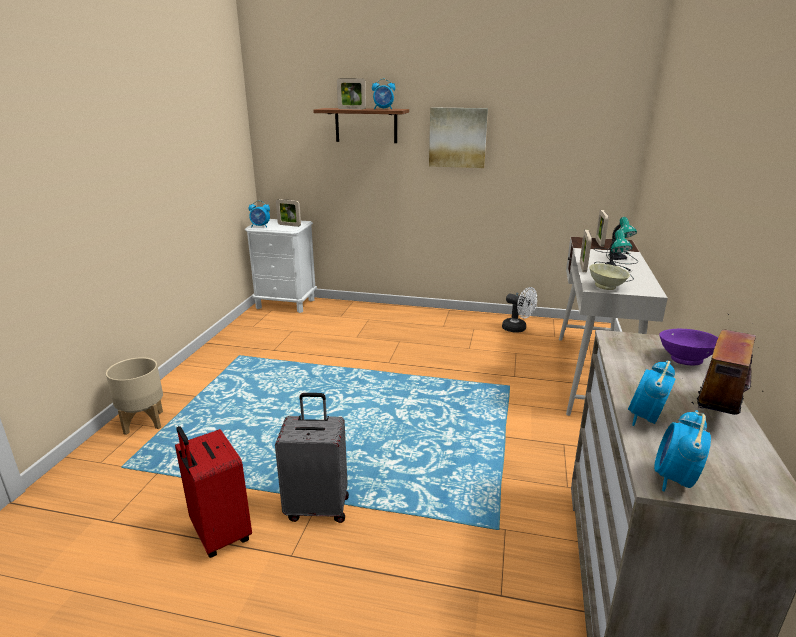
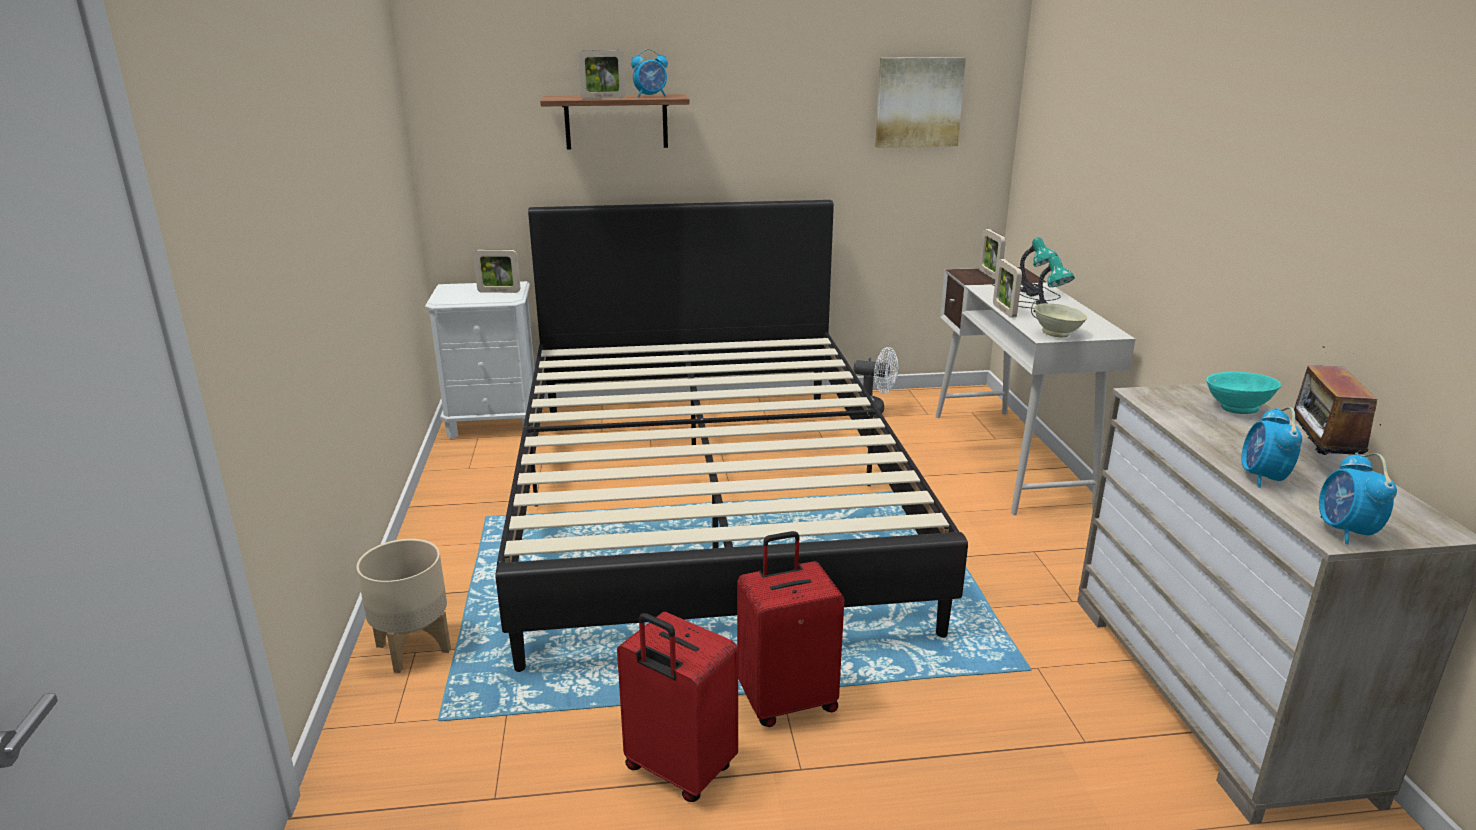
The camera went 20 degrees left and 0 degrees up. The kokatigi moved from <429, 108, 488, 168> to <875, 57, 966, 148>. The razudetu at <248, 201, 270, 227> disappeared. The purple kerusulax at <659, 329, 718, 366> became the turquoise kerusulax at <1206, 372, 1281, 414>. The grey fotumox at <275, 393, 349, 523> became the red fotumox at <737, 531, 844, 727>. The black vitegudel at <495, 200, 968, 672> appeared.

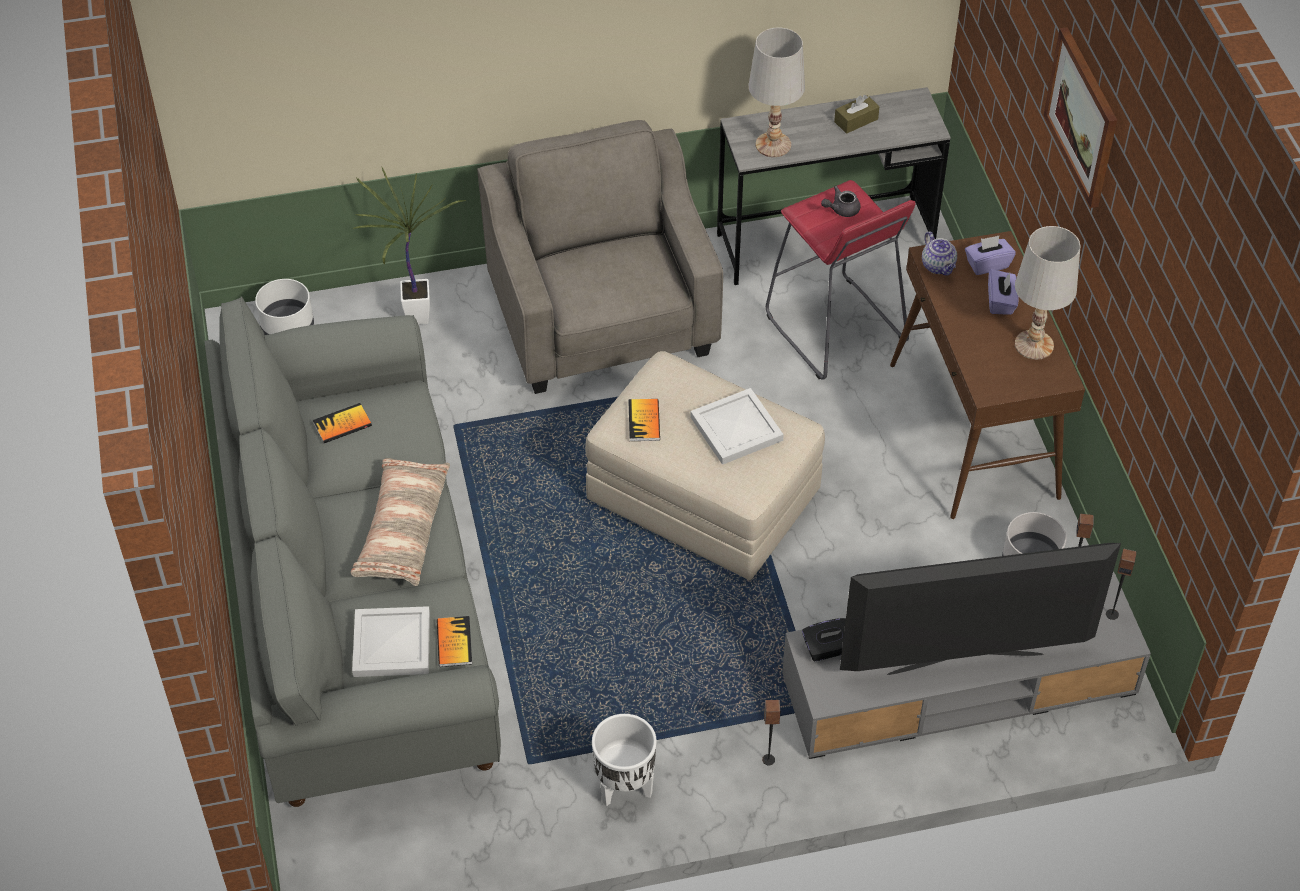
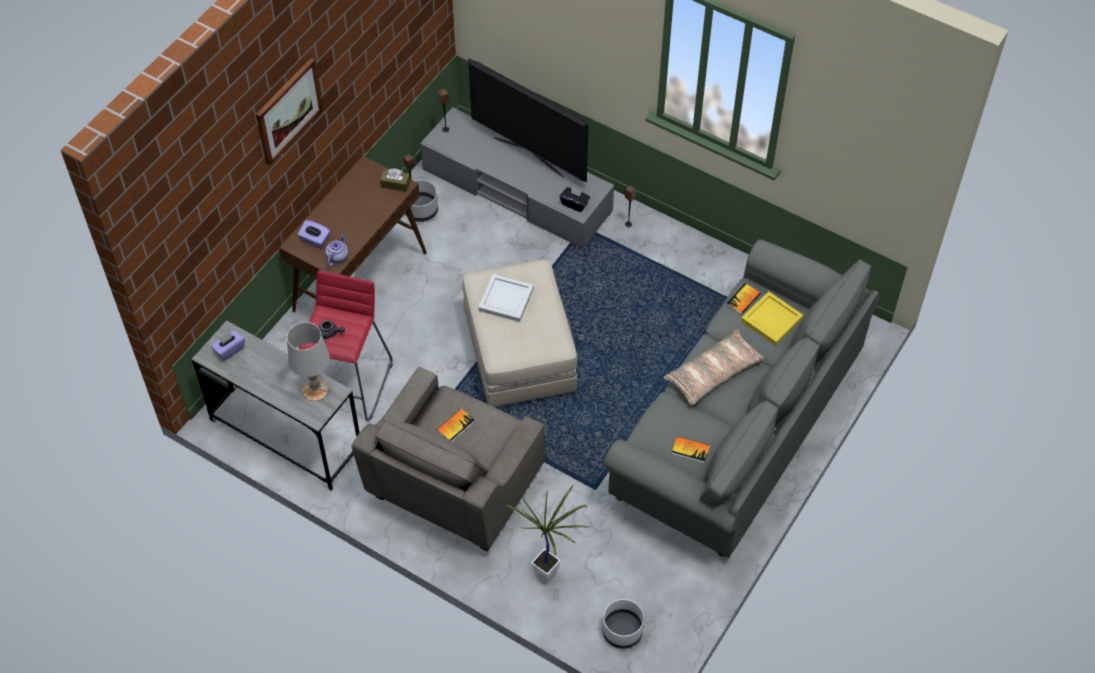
The camera went 135 degrees left and 5 degrees up. The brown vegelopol moved from <834, 95, 880, 134> to <380, 169, 410, 192>. The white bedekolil at <1015, 226, 1080, 360> disappeared. The purple vegelopol moved from <988, 269, 1019, 315> to <211, 330, 245, 361>. The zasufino moved from <628, 399, 660, 441> to <437, 409, 475, 442>. The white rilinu at <352, 606, 430, 677> became the yellow rilinu at <741, 291, 803, 345>. The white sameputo at <592, 714, 657, 806> disappeared.

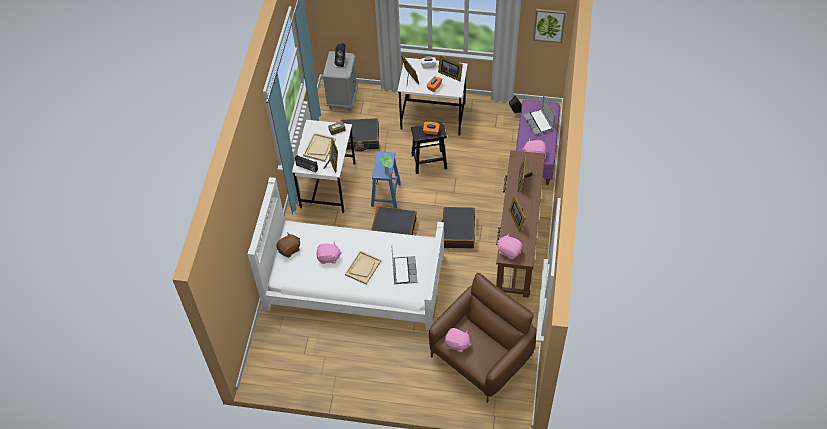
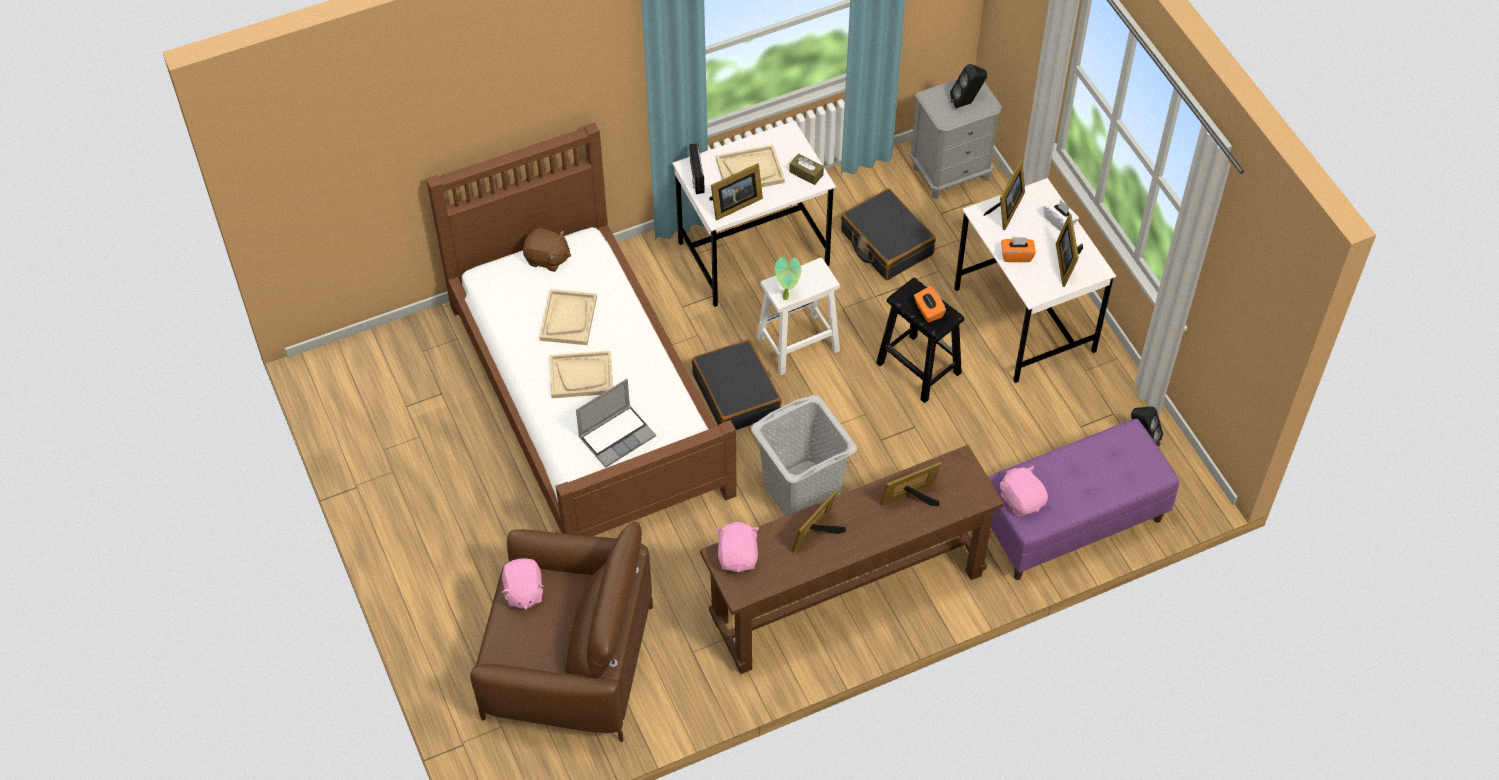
The camera went 55 degrees right and 0 degrees up. The kokatigi at <533, 9, 566, 43> disappeared. The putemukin at <523, 95, 556, 135> disappeared. The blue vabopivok at <371, 151, 401, 208> became the white vabopivok at <757, 258, 840, 375>. The white vitegudel at <248, 177, 444, 330> became the brown vitegudel at <426, 122, 737, 536>. The black fotumox at <442, 207, 475, 249> was replaced by the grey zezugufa at <751, 395, 857, 516>. The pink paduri at <316, 241, 342, 264> was replaced by the beige rilinu at <539, 289, 597, 345>.

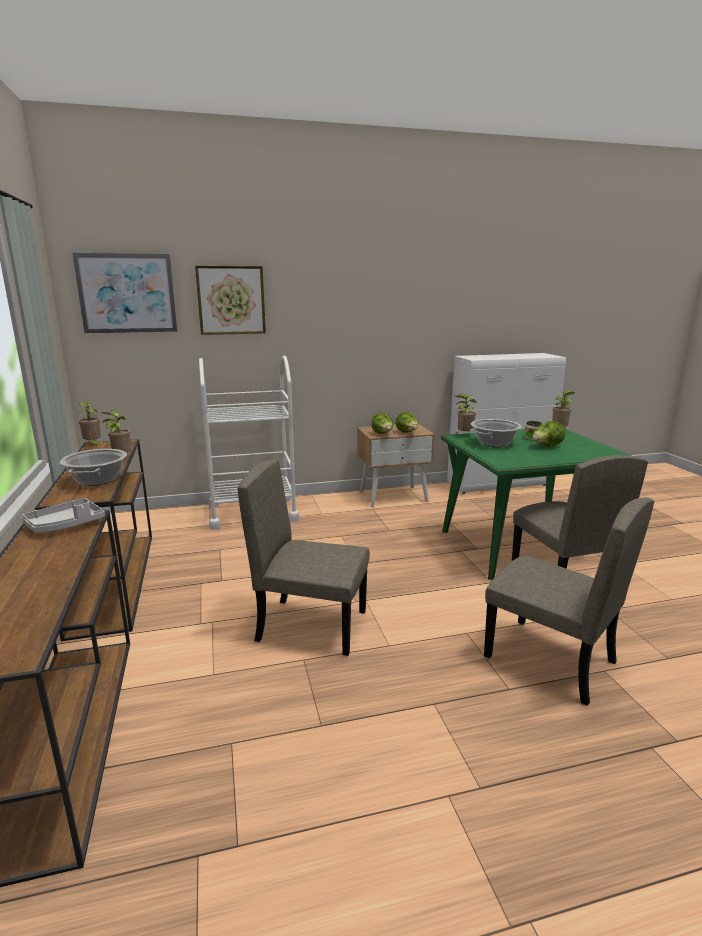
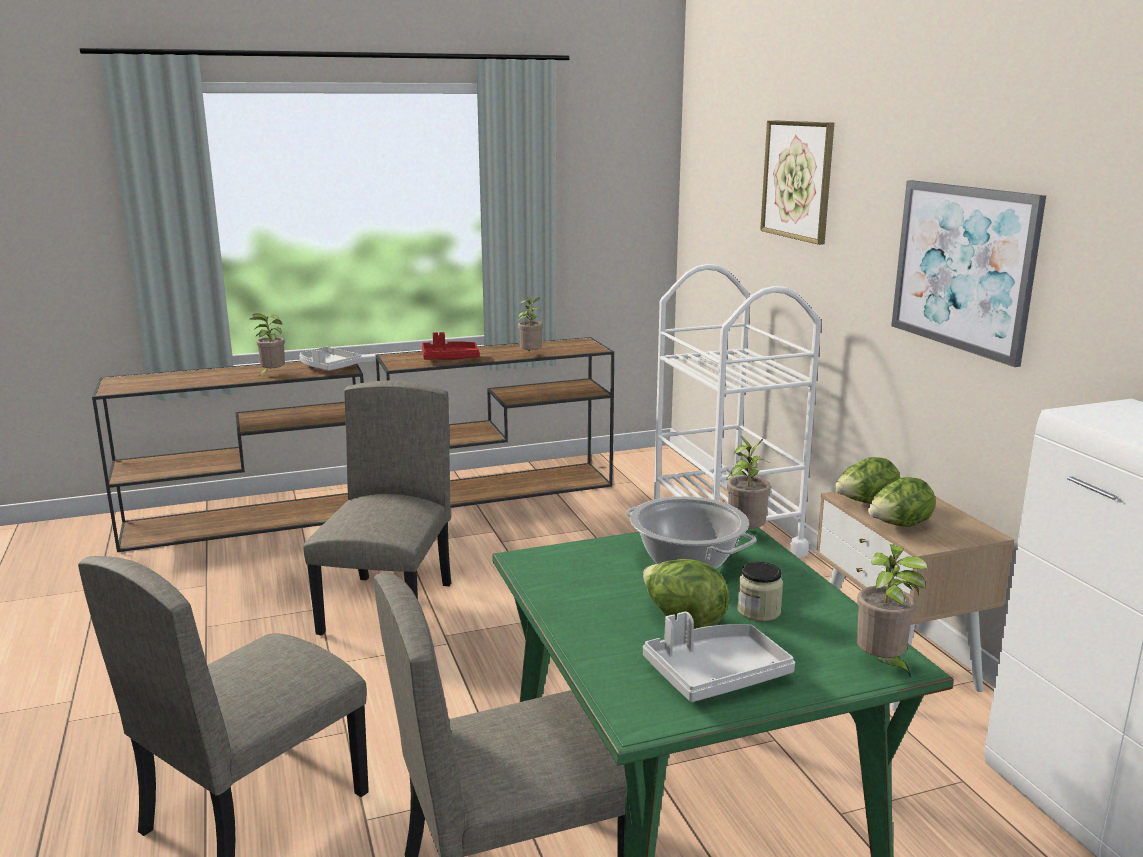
The camera went 85 degrees right and 0 degrees up. The kokatigi moved from <72, 253, 177, 333> to <891, 180, 1046, 367>. The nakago moved from <77, 401, 101, 447> to <250, 313, 285, 376>. The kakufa at <60, 449, 127, 486> was replaced by the red rilinu at <422, 332, 479, 360>. The grey rilinu at <643, 612, 795, 702> appeared.

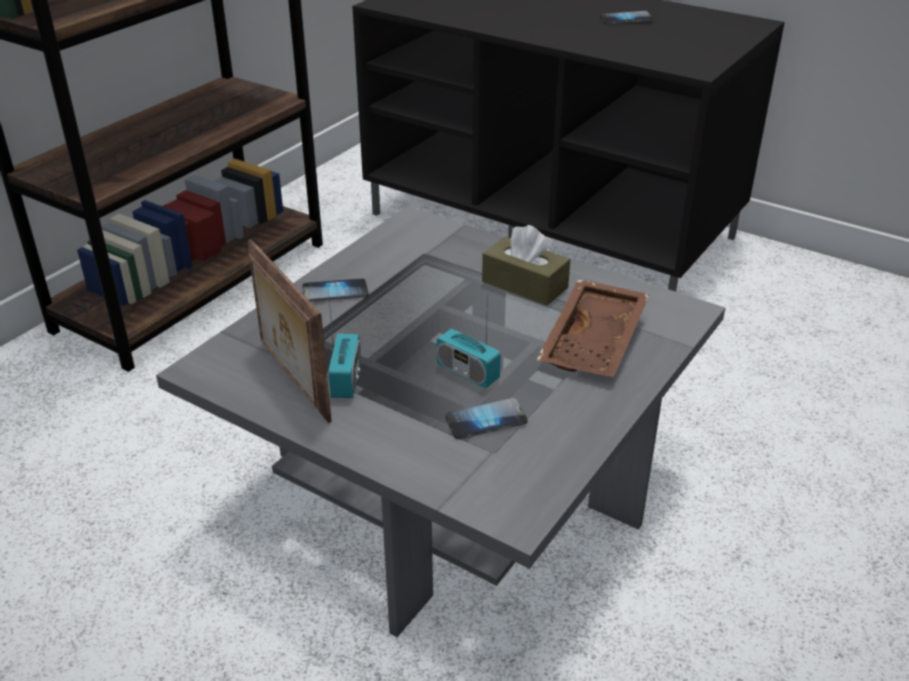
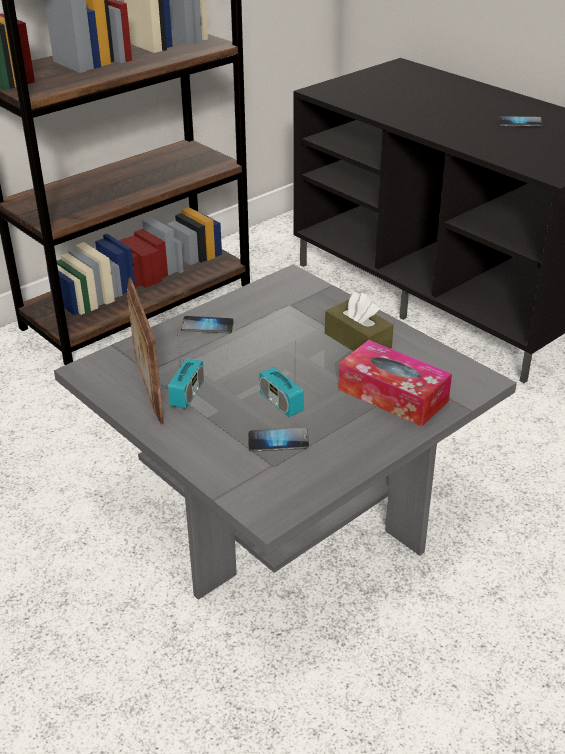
The camera went 15 degrees right and 0 degrees up. The brown rilinu at <537, 279, 649, 377> was replaced by the vegelopol at <338, 340, 452, 427>.

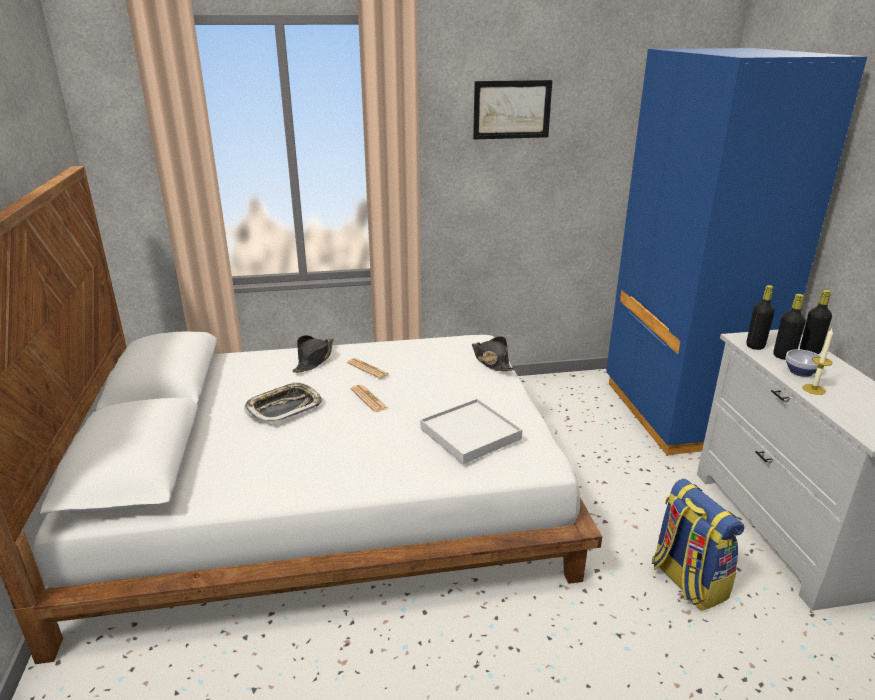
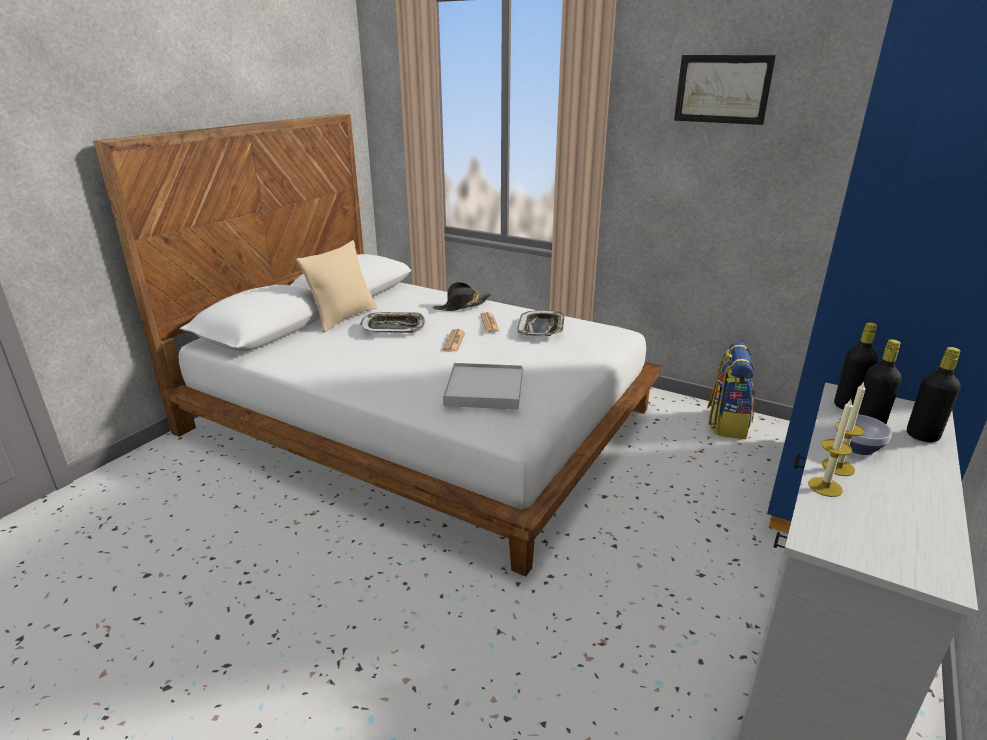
The camera went 40 degrees right and 0 degrees up. The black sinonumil at <472, 336, 516, 371> disappeared. The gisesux moved from <652, 479, 745, 611> to <707, 342, 755, 439>. The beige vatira at <296, 240, 377, 332> appeared. The rilinu at <517, 310, 565, 336> appeared. The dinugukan at <808, 400, 853, 497> appeared.

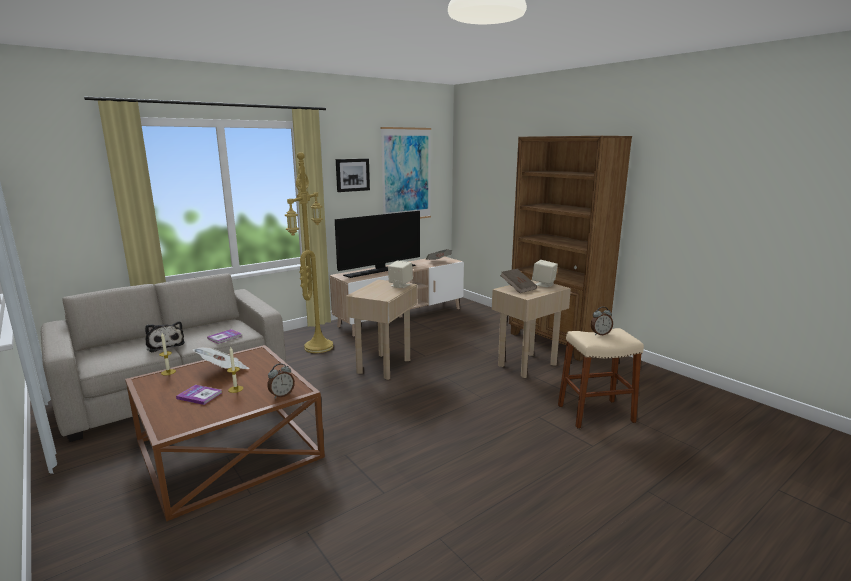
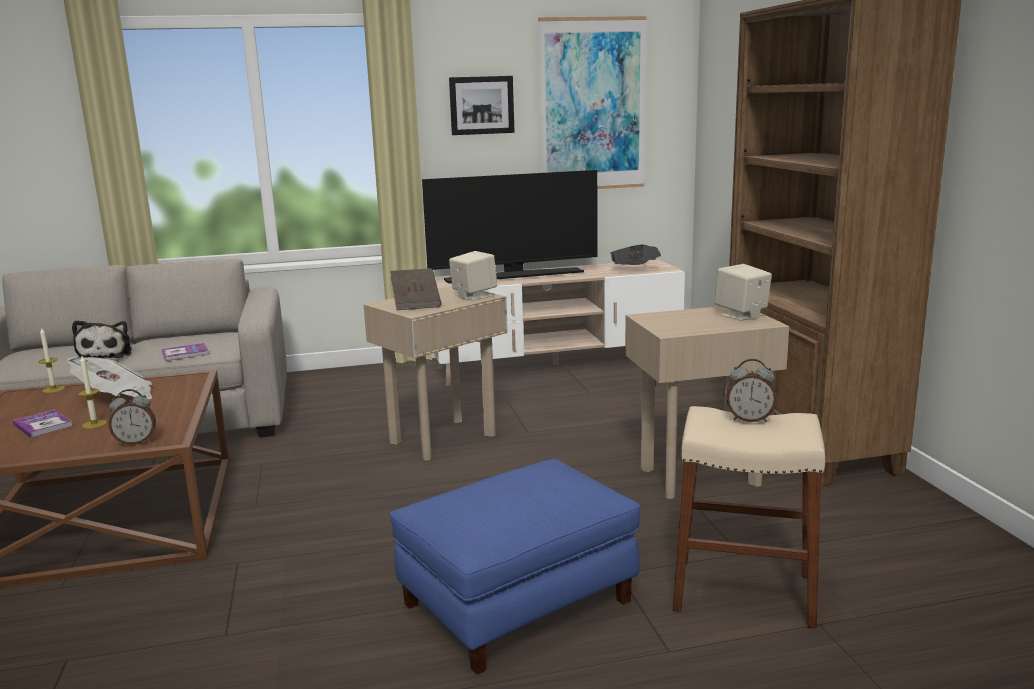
The camera went 25 degrees right and 0 degrees up. The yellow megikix at <285, 152, 333, 353> disappeared. The brown zasufino moved from <500, 269, 537, 293> to <390, 268, 441, 310>. The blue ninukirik at <390, 459, 640, 674> appeared.

